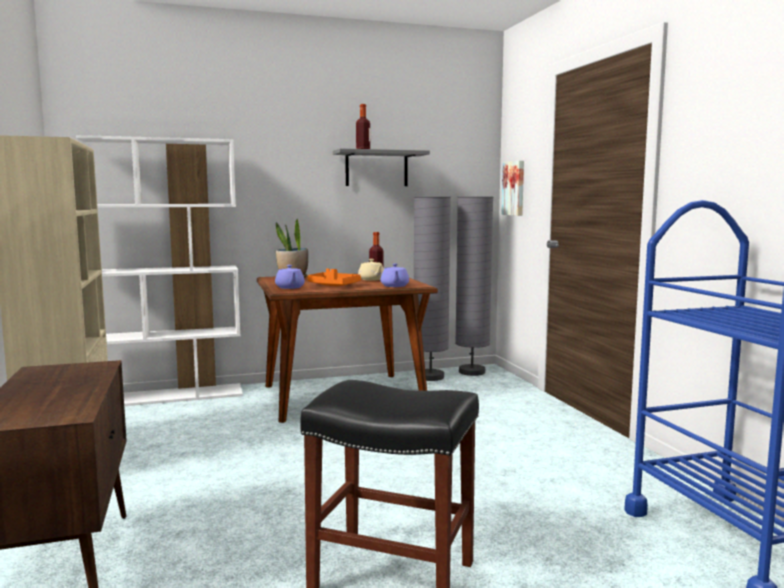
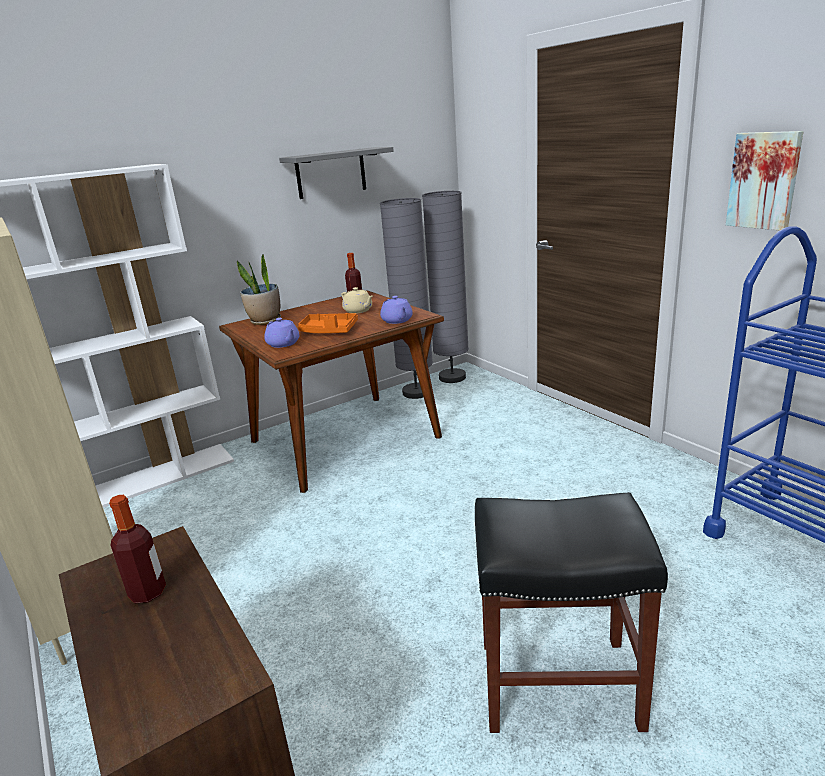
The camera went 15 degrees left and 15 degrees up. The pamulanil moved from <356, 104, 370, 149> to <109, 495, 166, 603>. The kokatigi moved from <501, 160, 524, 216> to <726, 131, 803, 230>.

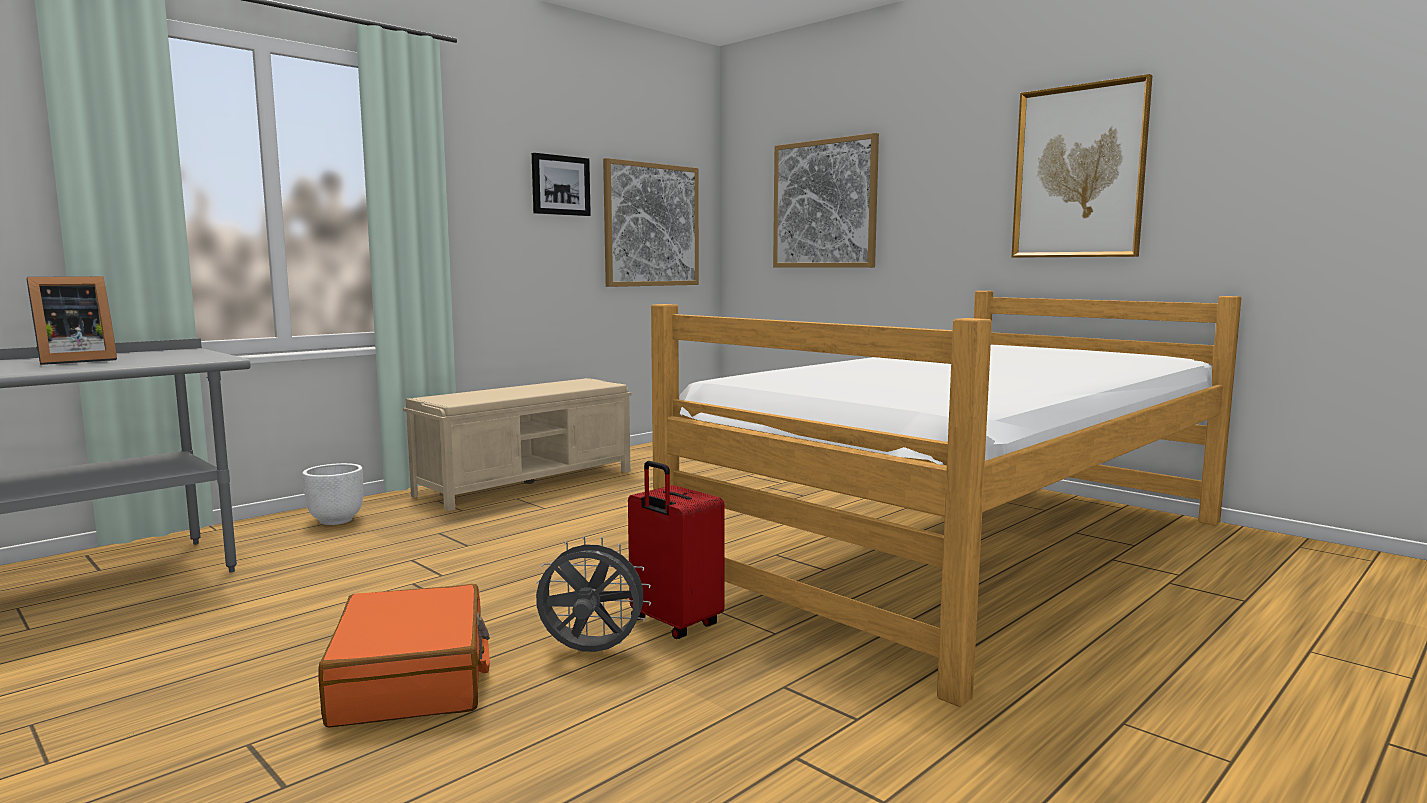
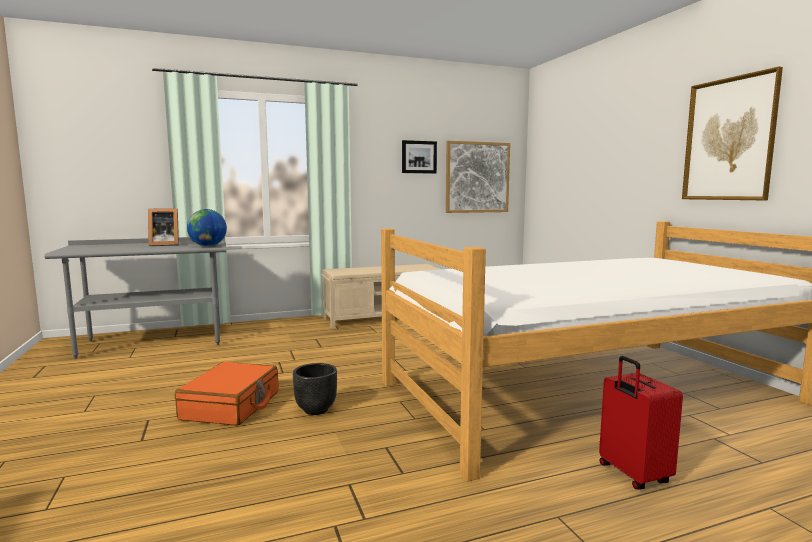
The camera went 25 degrees right and 0 degrees up. The kokatigi at <773, 133, 879, 268> disappeared. The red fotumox moved from <628, 461, 725, 639> to <599, 356, 683, 490>. The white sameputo at <302, 463, 363, 525> disappeared. The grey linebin at <536, 536, 651, 652> was replaced by the black sameputo at <293, 363, 337, 415>. The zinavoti at <187, 209, 227, 246> appeared.

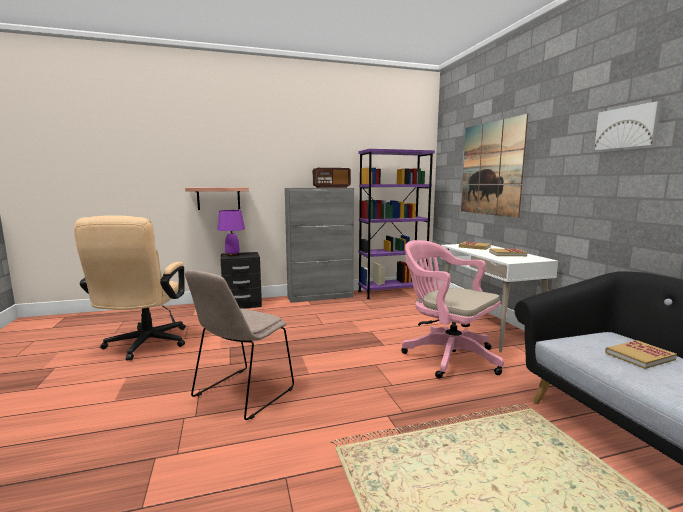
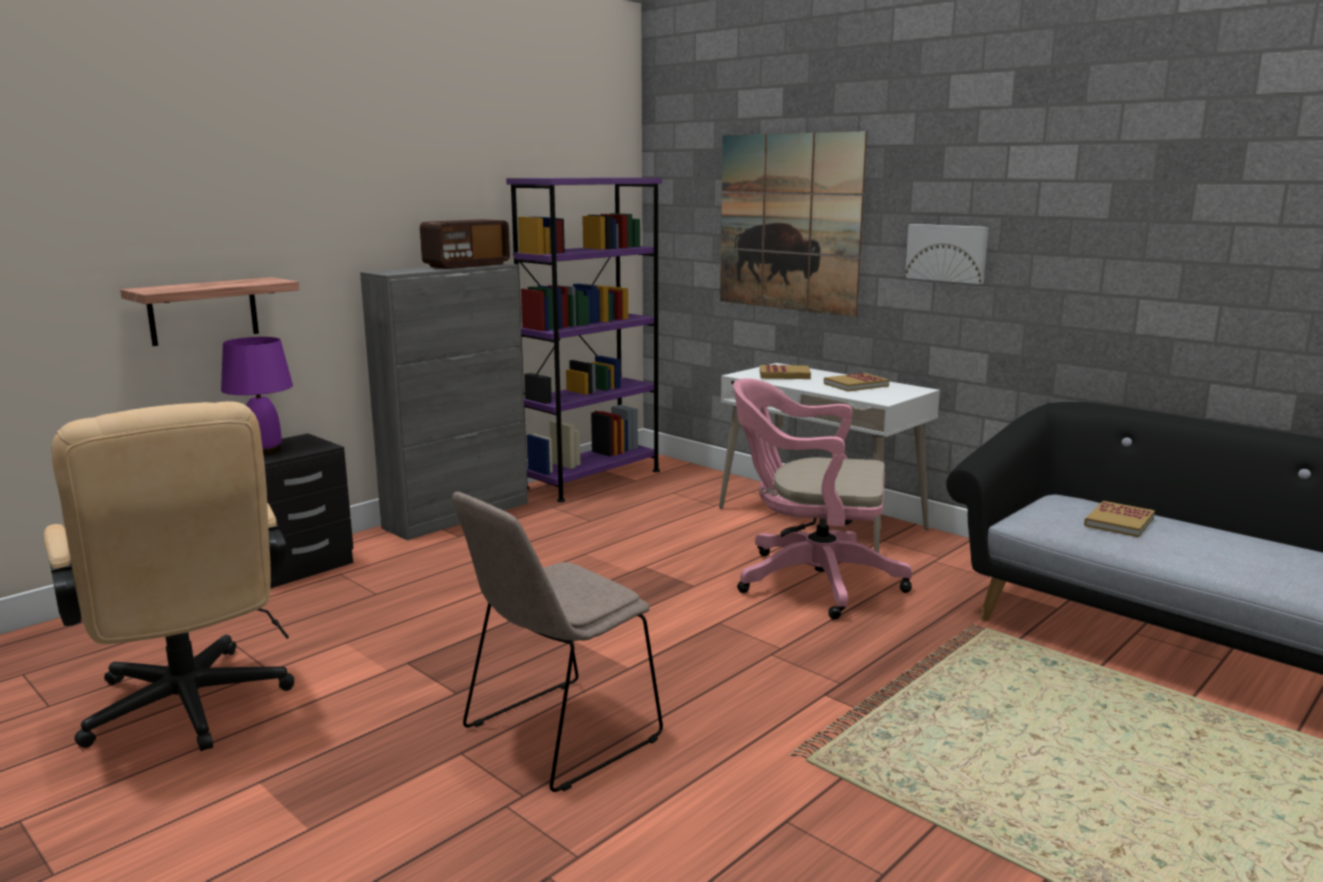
The camera went 30 degrees left and 5 degrees up. The kokatigi moved from <594, 101, 662, 150> to <905, 224, 989, 284>. The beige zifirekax at <185, 270, 294, 420> turned 45 degrees clockwise.

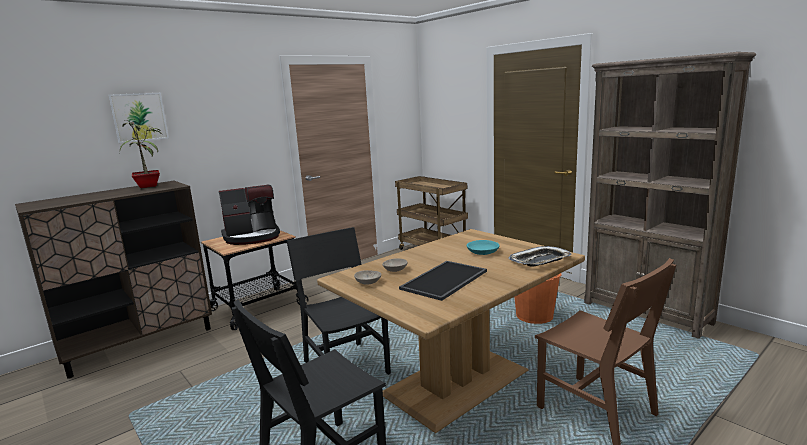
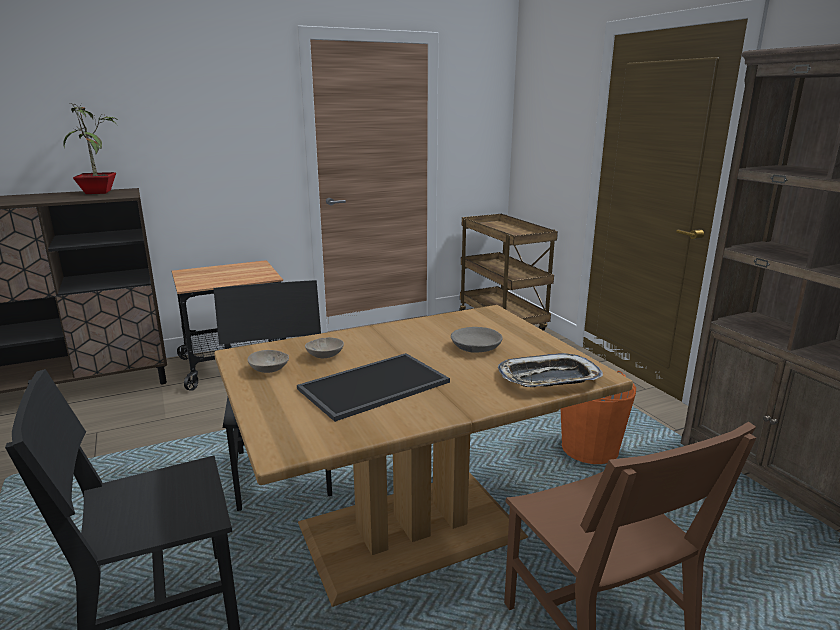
The camera went 15 degrees right and 5 degrees up. The kokatigi at <109, 93, 169, 143> disappeared. The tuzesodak at <219, 185, 280, 245> disappeared. The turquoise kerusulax at <467, 240, 499, 255> became the grey kerusulax at <451, 327, 503, 353>.

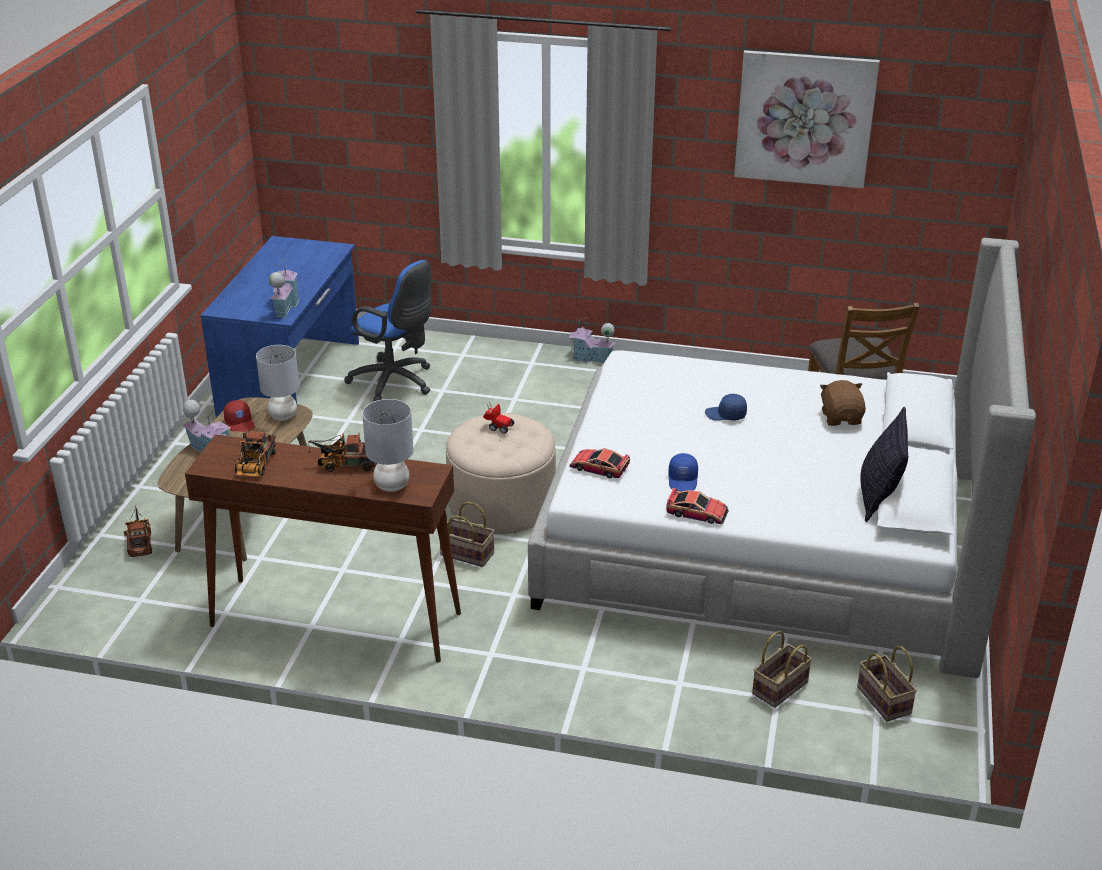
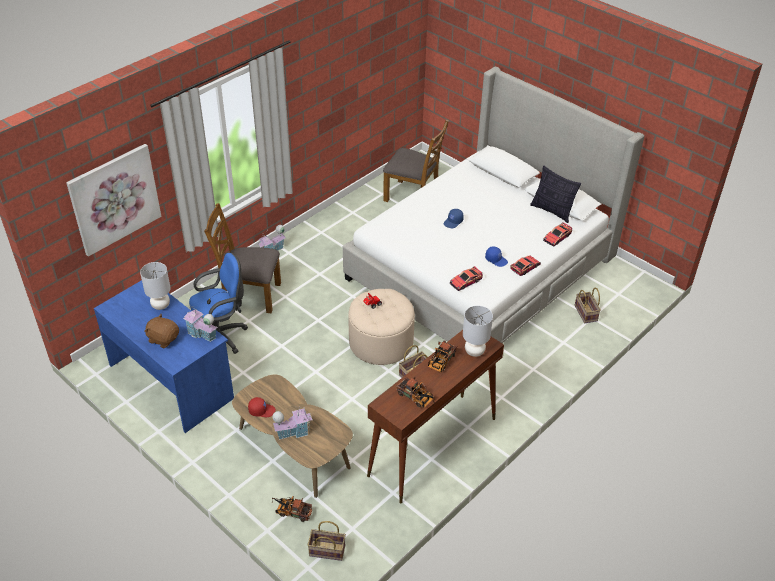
The camera went 60 degrees left and 10 degrees up. The kokatigi moved from <734, 50, 880, 188> to <66, 144, 162, 257>. The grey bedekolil moved from <256, 345, 299, 421> to <140, 262, 171, 310>. The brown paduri moved from <820, 380, 866, 426> to <144, 314, 179, 348>. The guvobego moved from <857, 646, 917, 722> to <308, 521, 346, 561>. The brown zifirekax at <204, 203, 281, 313> appeared. The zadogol at <543, 222, 572, 246> appeared.

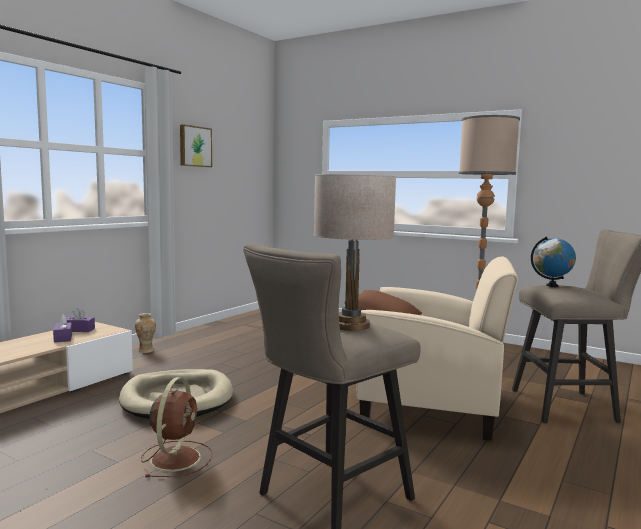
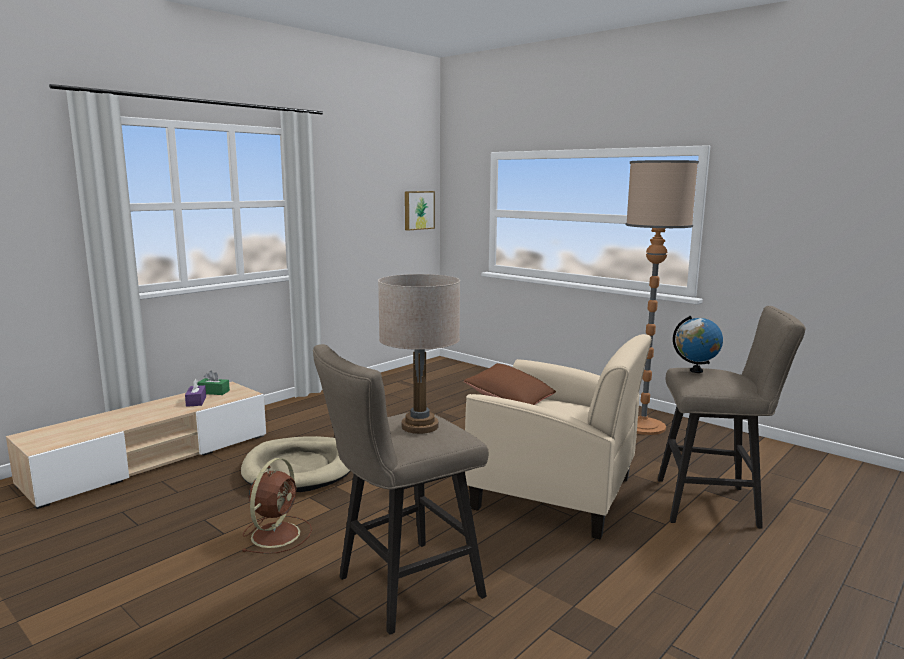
The camera went 10 degrees right and 5 degrees up. The kokatigi moved from <180, 124, 212, 167> to <405, 191, 435, 231>. The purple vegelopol at <65, 308, 95, 332> became the green vegelopol at <197, 370, 230, 395>. The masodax at <135, 313, 156, 353> disappeared.

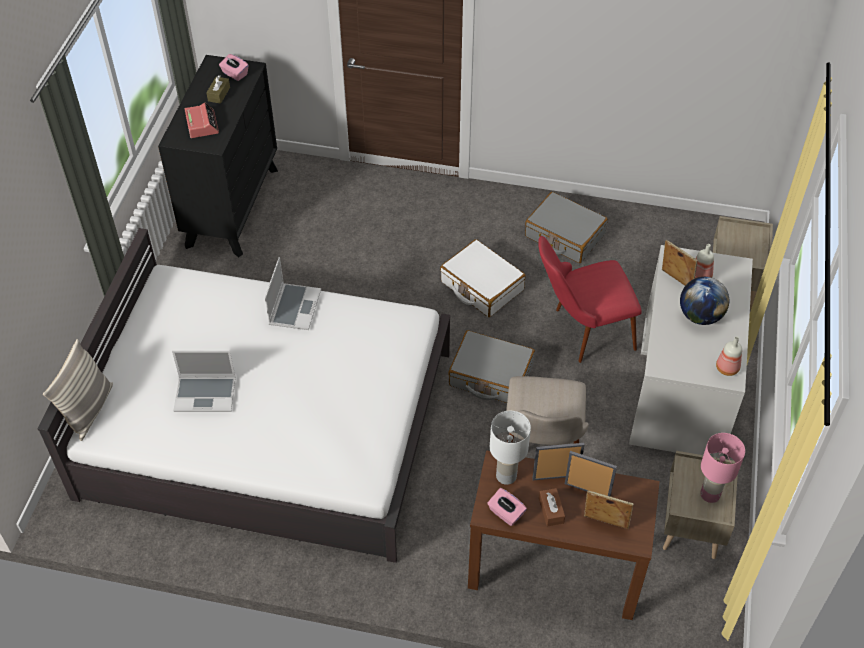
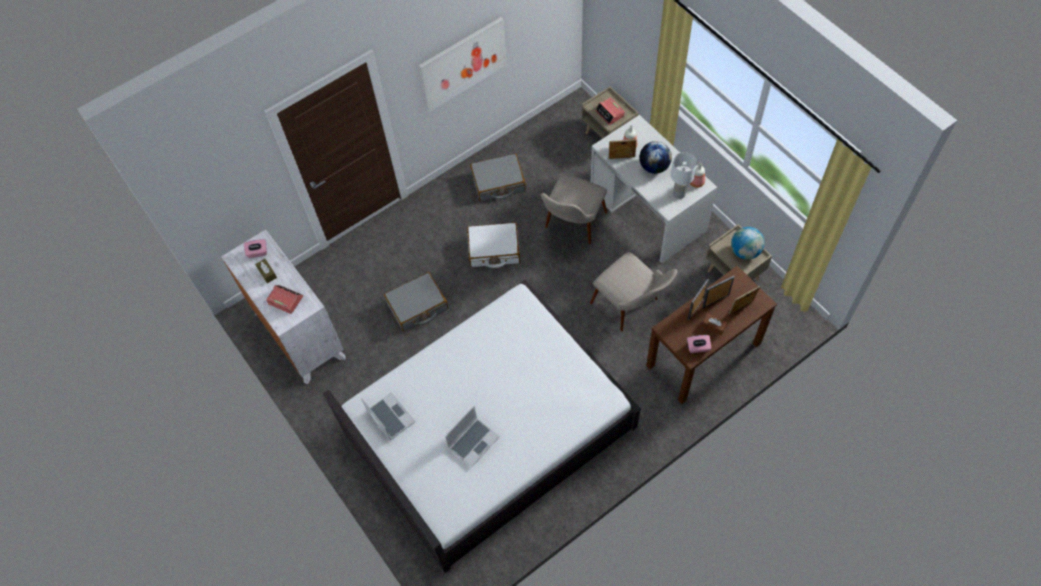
The camera went 45 degrees left and 10 degrees up. The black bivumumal at <158, 55, 278, 257> became the white bivumumal at <221, 229, 345, 384>. The red zifirekax at <538, 236, 642, 363> became the beige zifirekax at <541, 174, 607, 244>. The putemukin moved from <265, 257, 321, 330> to <361, 392, 416, 441>. The grey fotumox moved from <448, 330, 535, 403> to <384, 272, 448, 331>. The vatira at <43, 339, 113, 441> disappeared. The white bedekolil moved from <490, 411, 531, 485> to <671, 152, 697, 199>. The pink bedekolil at <700, 433, 745, 503> was replaced by the zinavoti at <731, 227, 765, 260>. The kokatigi at <419, 17, 507, 112> appeared. The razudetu at <595, 97, 625, 125> appeared.

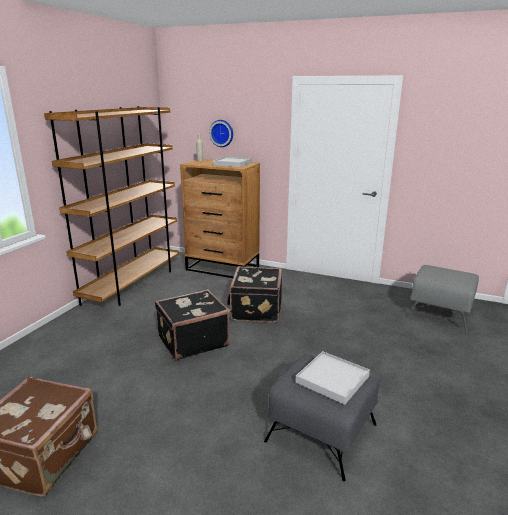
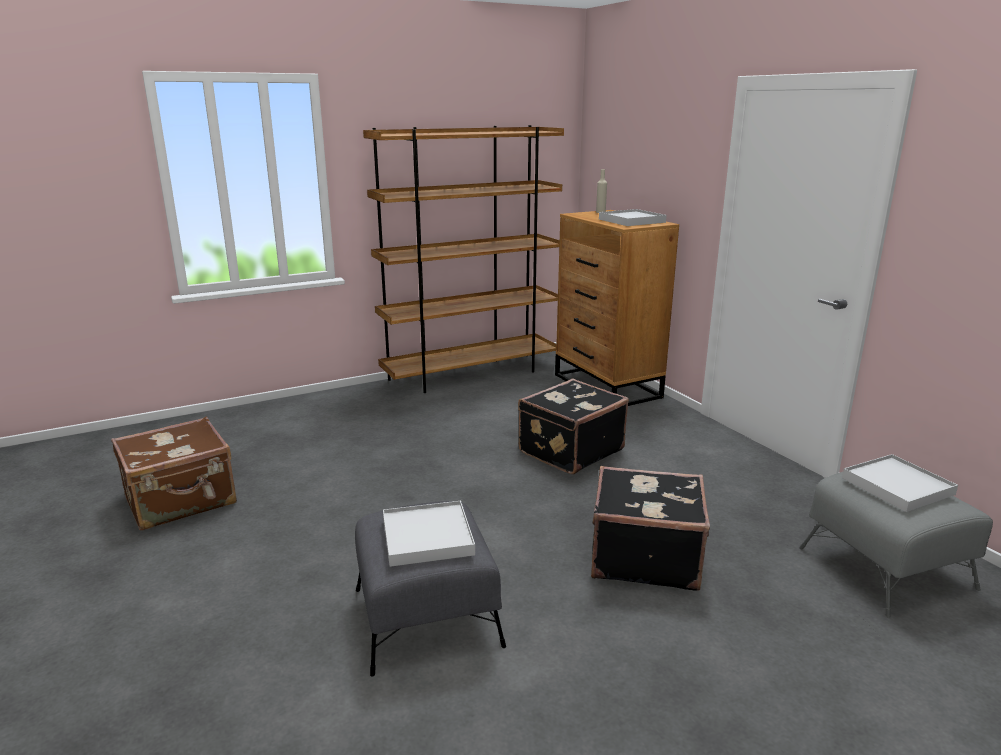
The camera went 40 degrees right and 0 degrees up. The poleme at <209, 120, 233, 147> disappeared. The black fotumox moved from <155, 289, 230, 361> to <591, 466, 710, 591>. The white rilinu at <842, 454, 958, 512> appeared.

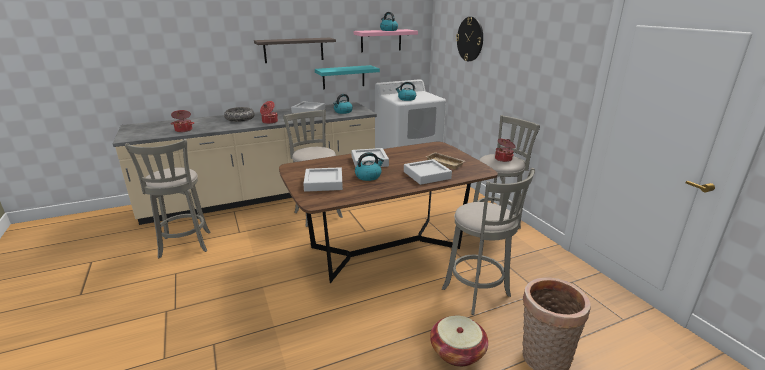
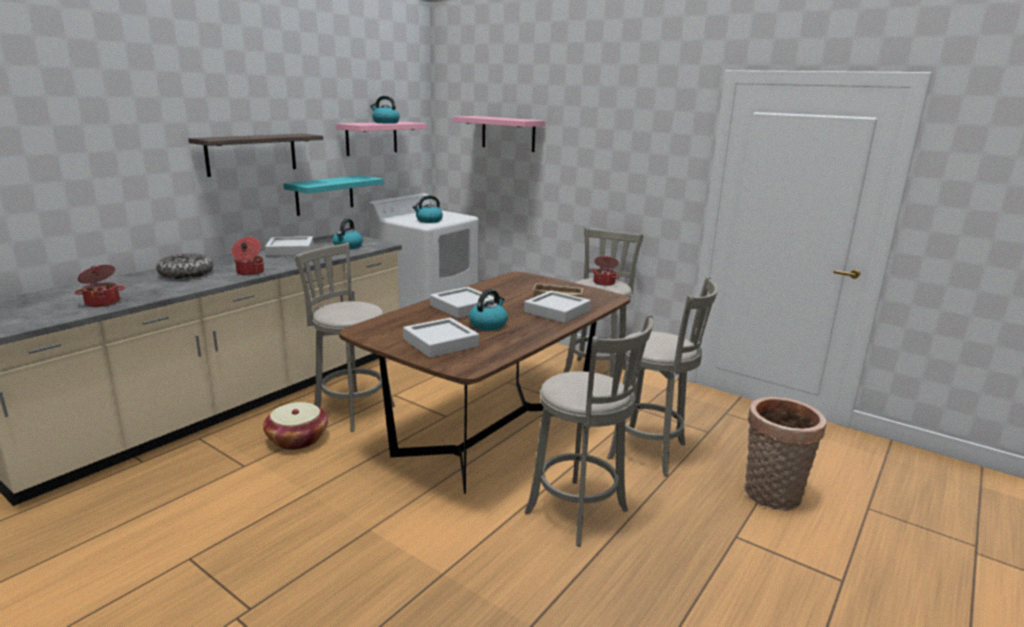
The camera went 30 degrees left and 5 degrees down. The poleme at <456, 17, 483, 61> was replaced by the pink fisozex at <453, 116, 545, 152>. The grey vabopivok moved from <125, 139, 211, 258> to <525, 314, 653, 546>. The guvobego moved from <430, 315, 488, 367> to <263, 402, 328, 450>.

